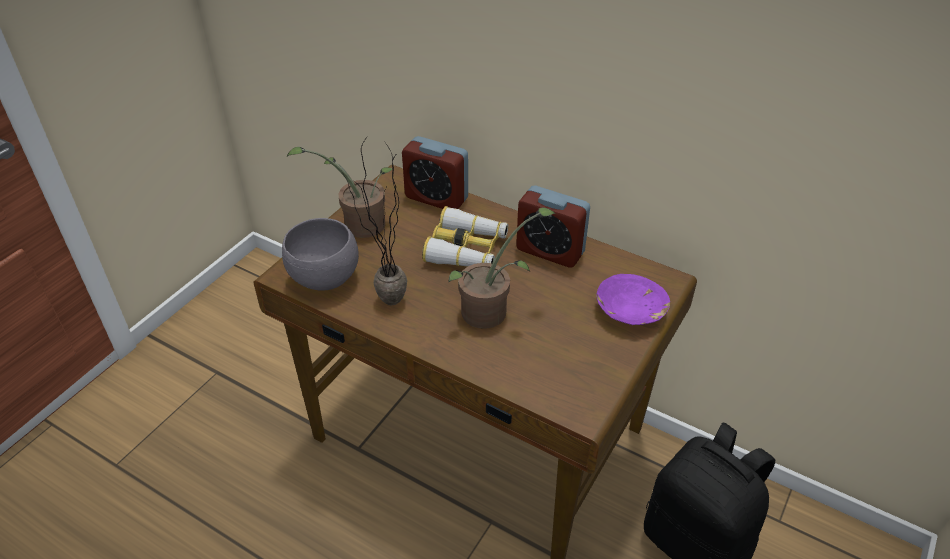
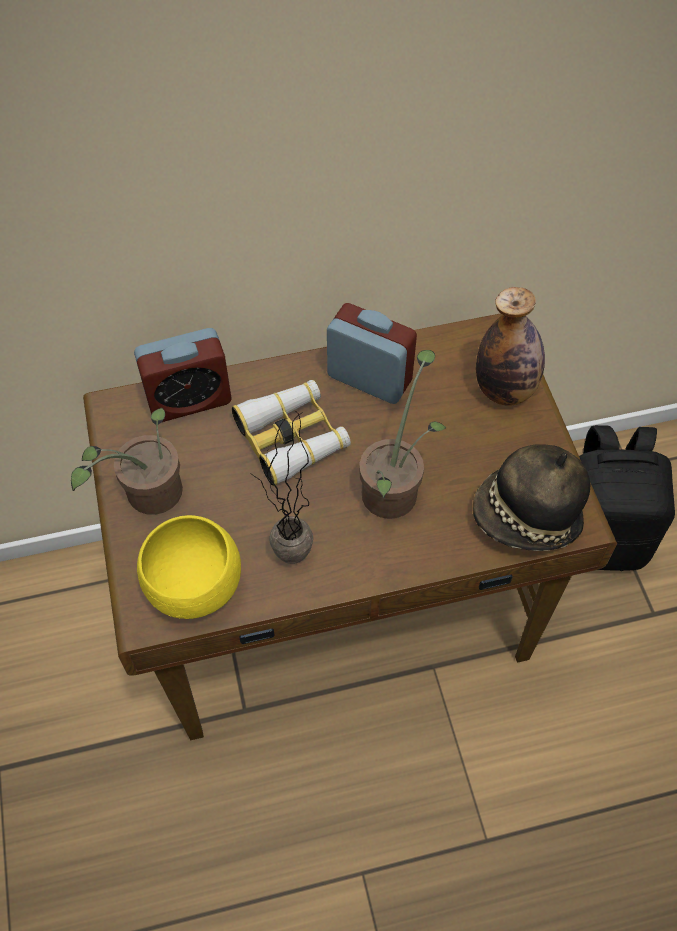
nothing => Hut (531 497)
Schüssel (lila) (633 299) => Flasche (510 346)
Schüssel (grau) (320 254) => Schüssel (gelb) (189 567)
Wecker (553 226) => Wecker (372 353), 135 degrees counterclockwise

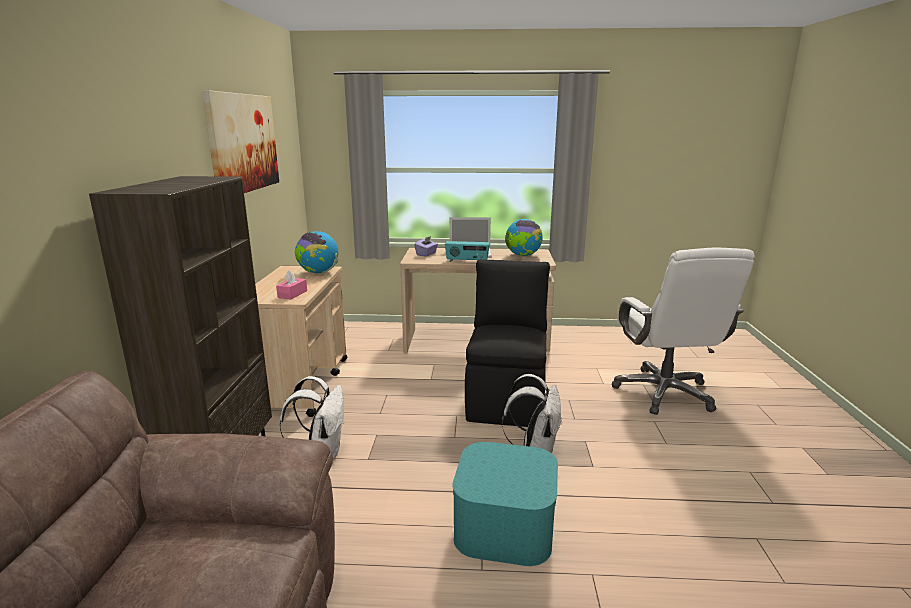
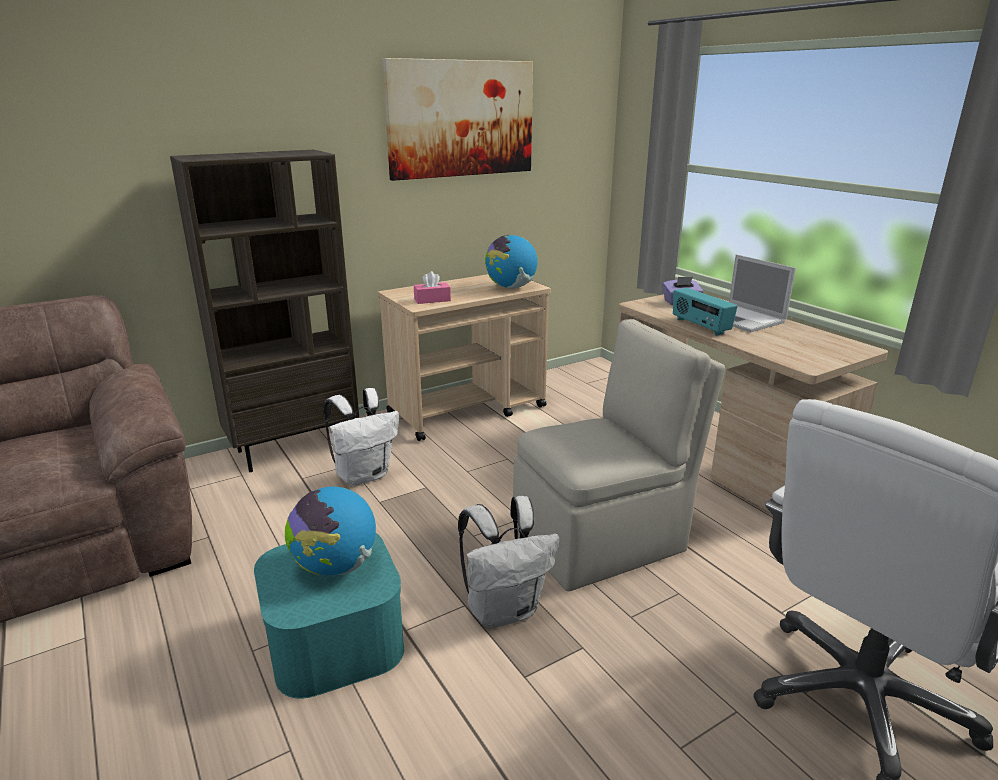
Globus (524 238) => Globus (330 530), relocated
Stuhl (schwarz) (507 343) => Stuhl (beige) (619 455)

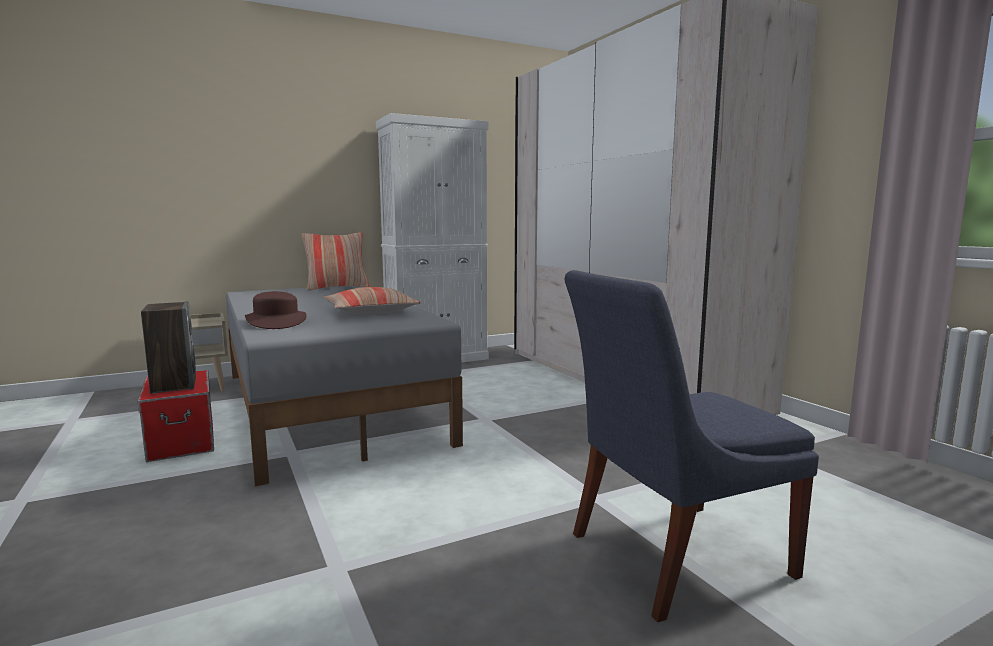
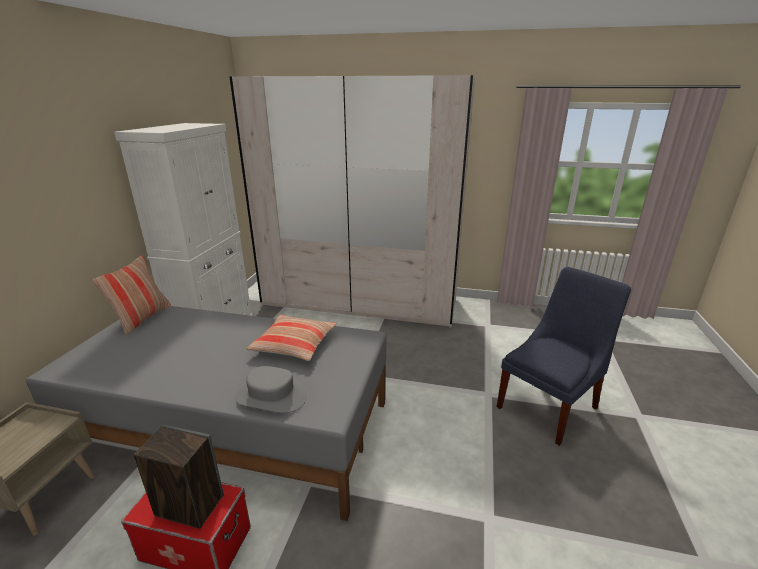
Hut (braun) (276 310) => Hut (grau) (271 389)
Stuhl (blau) (692 446) => Stuhl (blau) (564 356), 150 degrees counterclockwise

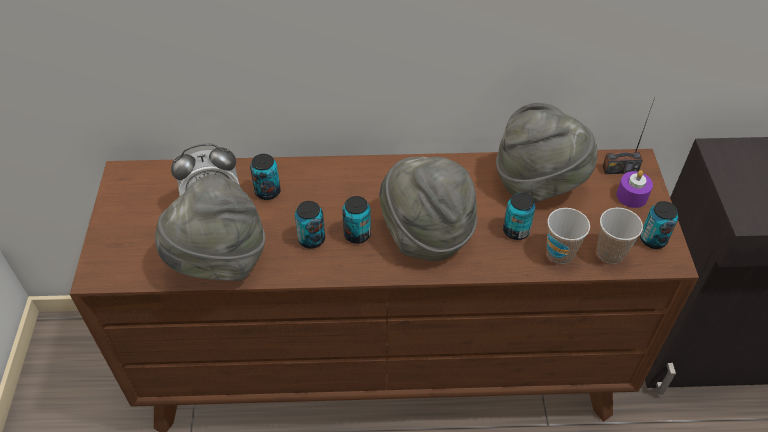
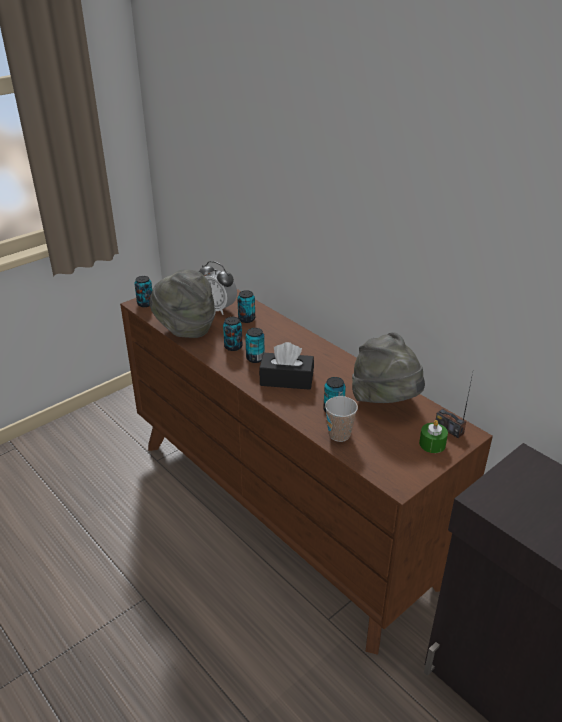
Tasse (620 235) => nothing
Dose (659 225) => Dose (143 291), relocated
Hut (grau) (428 209) => Taschentuchbox (schwarz) (286 366)
Kerze (lila) (634 189) => Kerze (grün) (433 436)

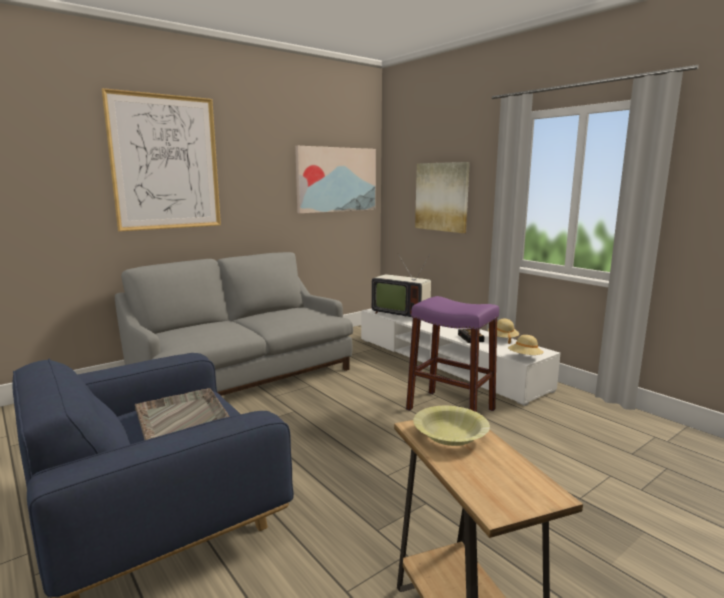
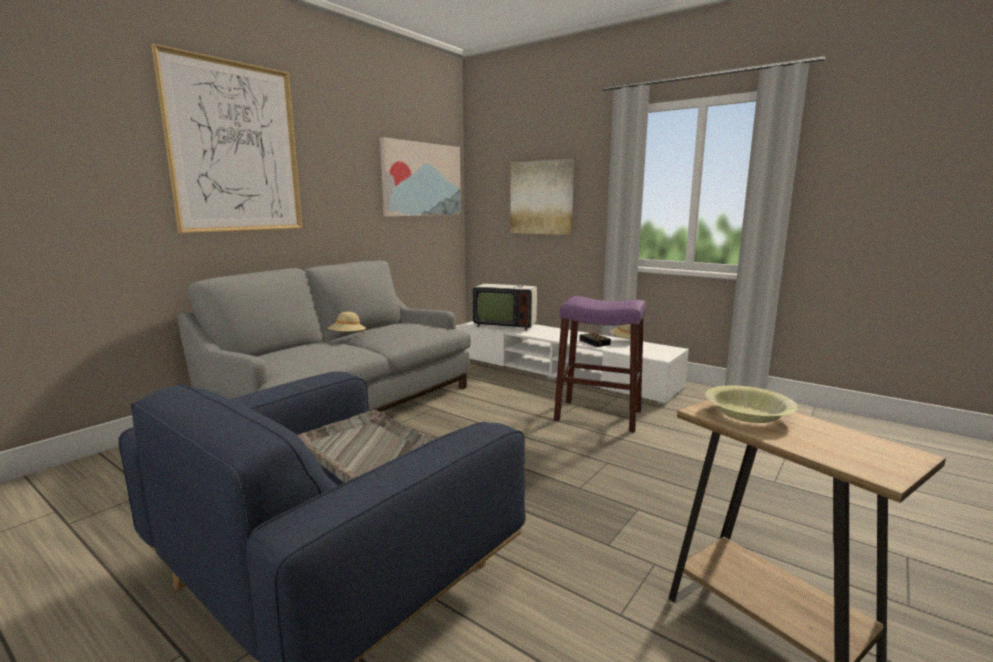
Hut (beige) (526 345) => Hut (beige) (347 323), relocated

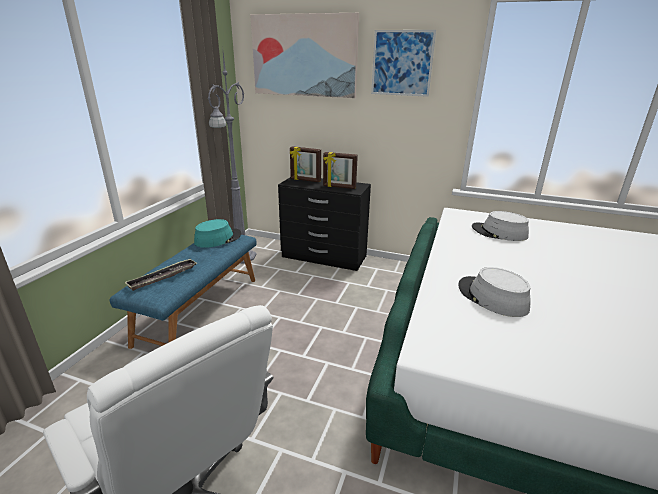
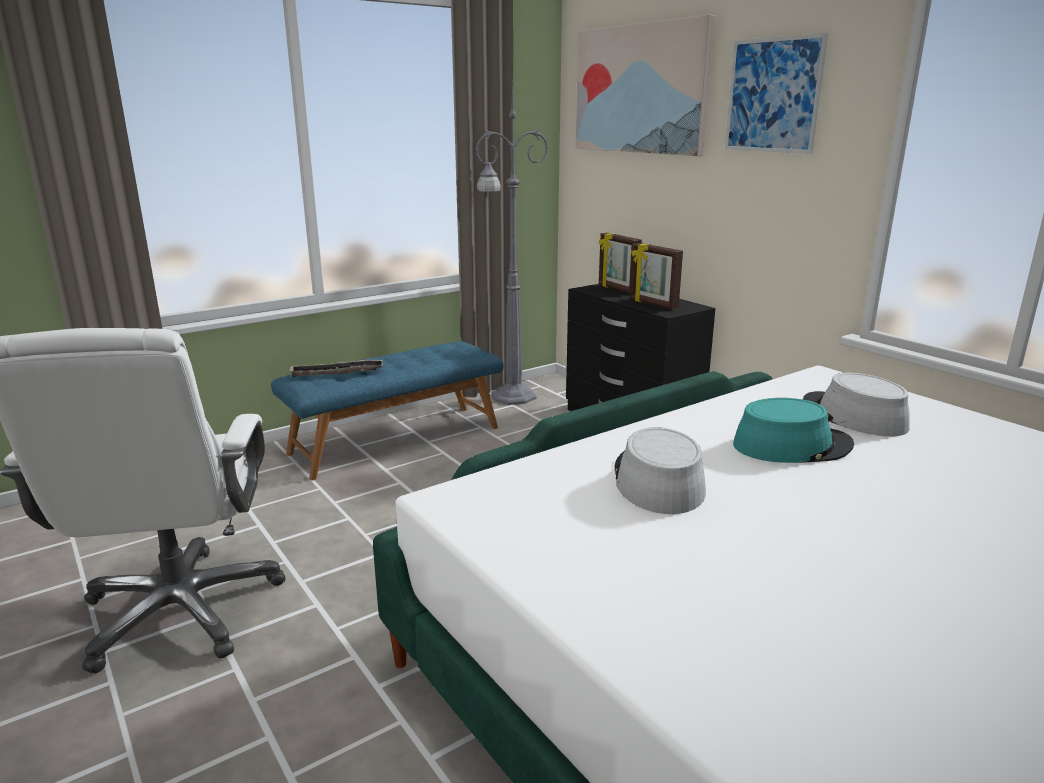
Hut (türkis) (217 233) => Hut (türkis) (793 430), relocated

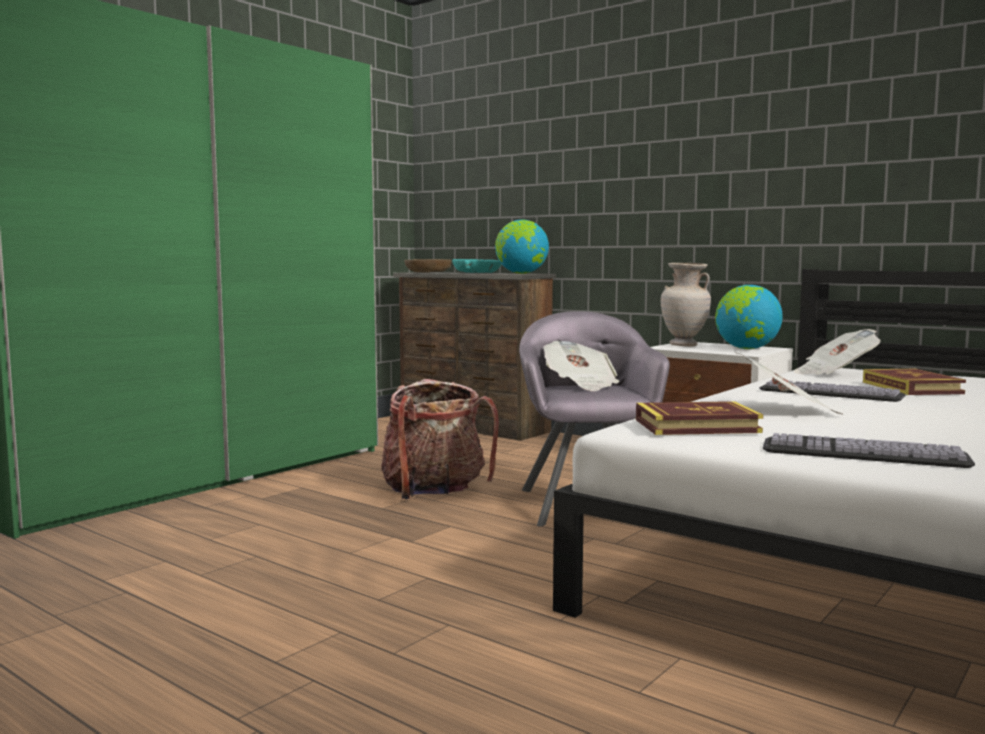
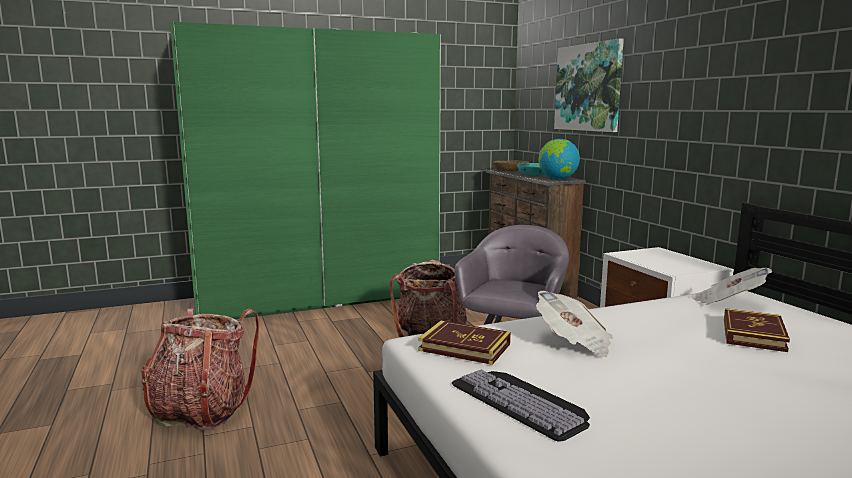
Zeitung (581 366) => nothing
Vase (beige) (686 304) => nothing
Globus (749 317) => nothing
Tastatur (832 391) => nothing
nothing => Rucksack (201 369)
nothing => Bild (589 85)

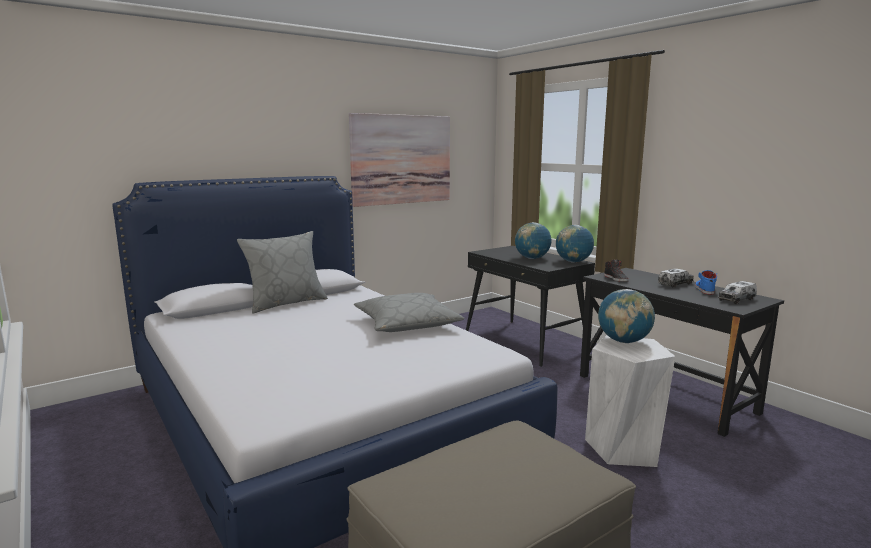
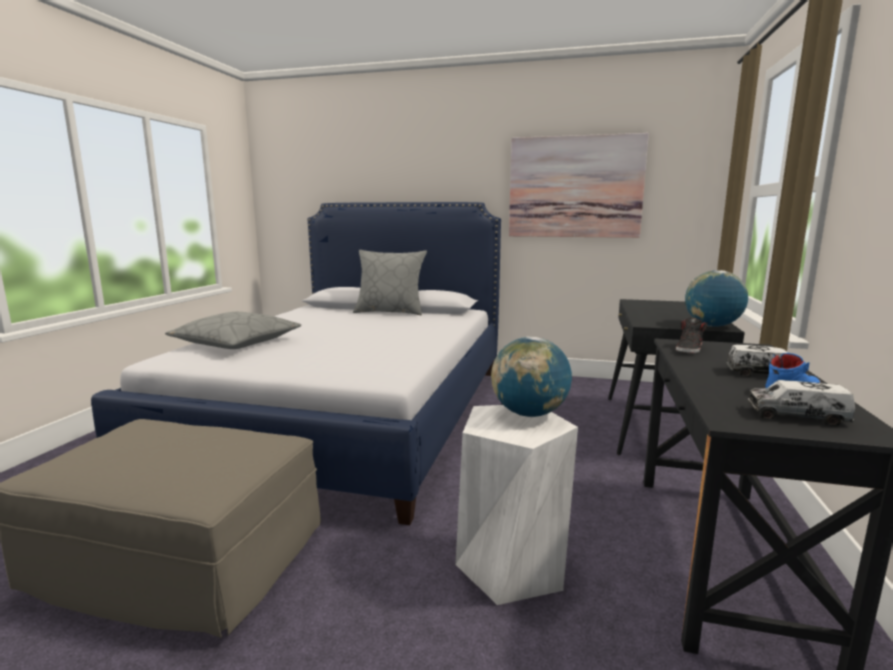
Globus (533 240) => nothing
Kissen (grau) (409 312) => Kissen (grau) (233 330), relocated

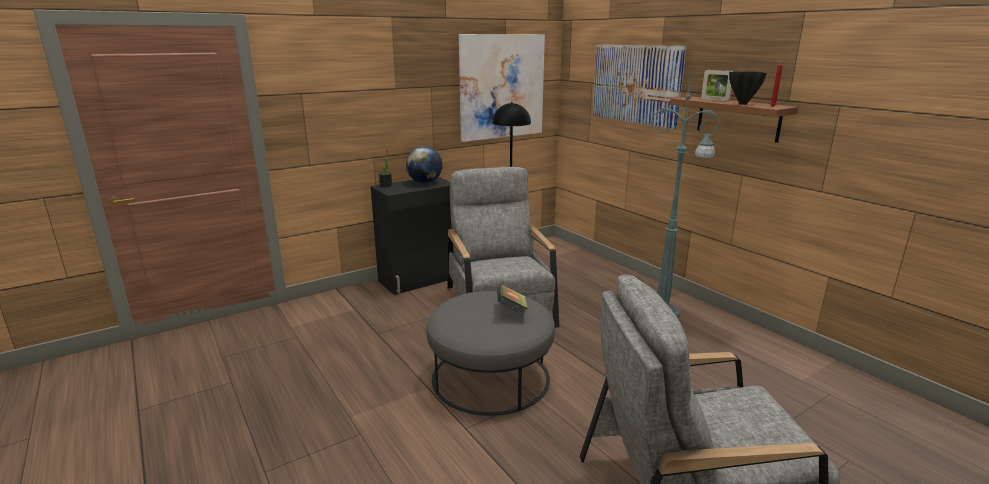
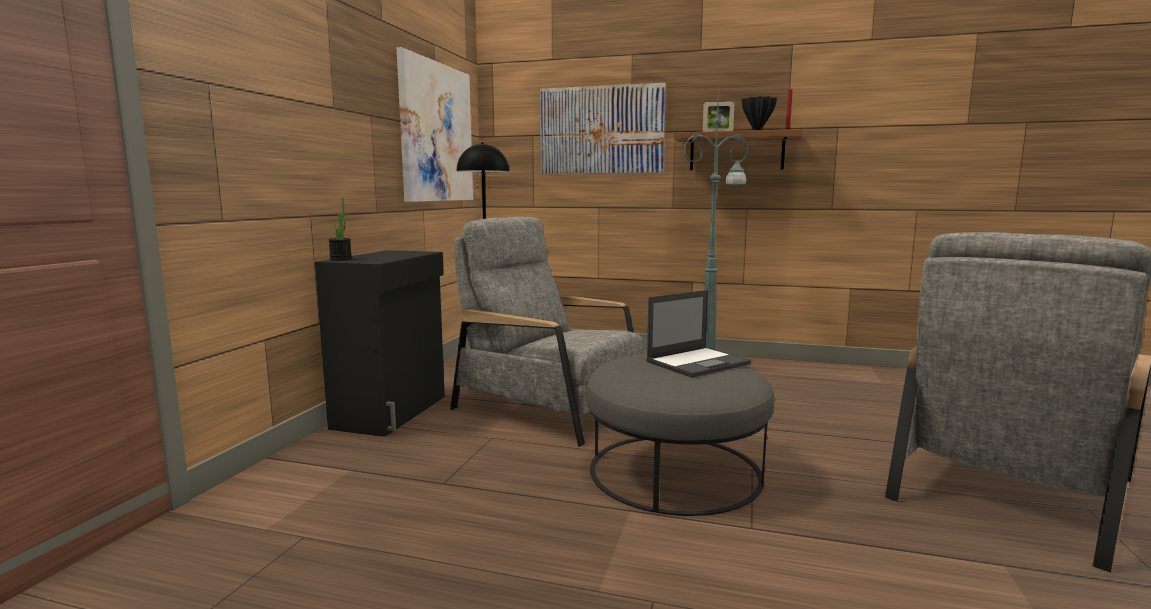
Globus (424 164) => nothing
Buch (512 299) => Laptop (698 334)

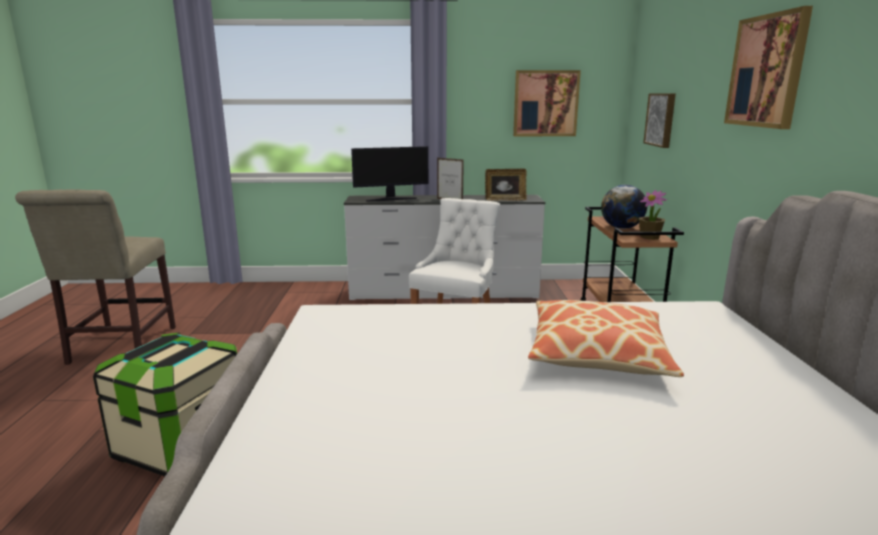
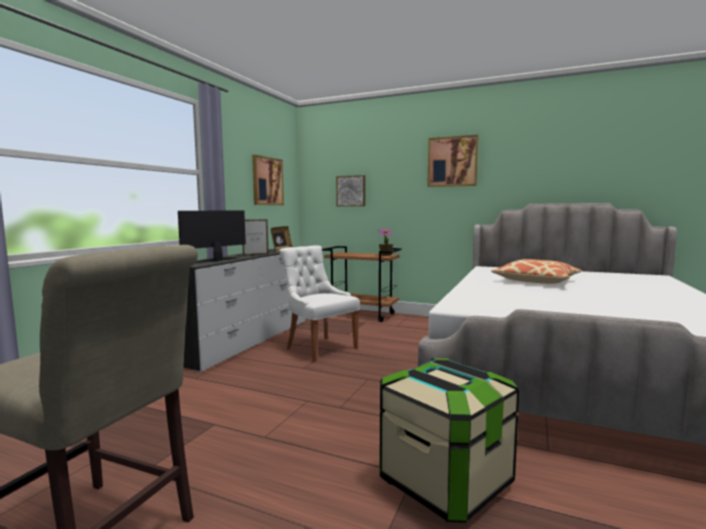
Globus (624 207) => nothing
Monitor (390 173) => Monitor (212 236), 150 degrees counterclockwise

